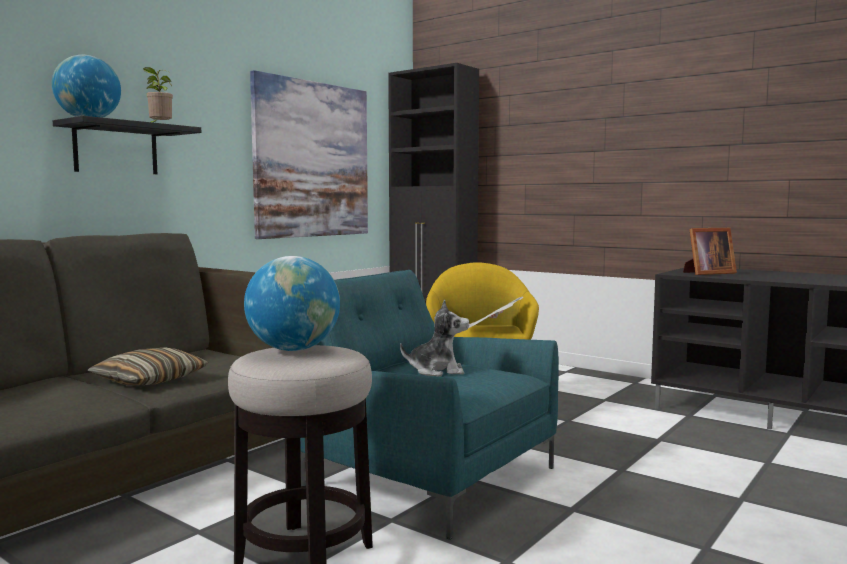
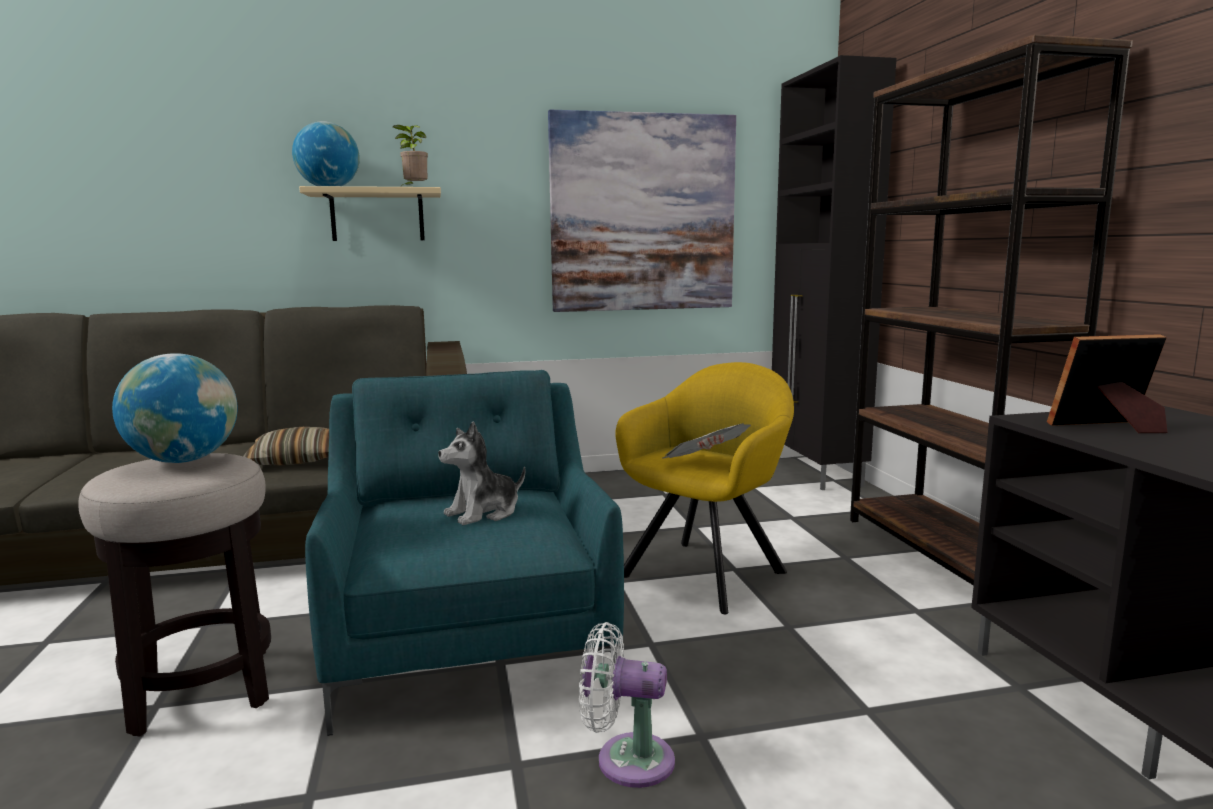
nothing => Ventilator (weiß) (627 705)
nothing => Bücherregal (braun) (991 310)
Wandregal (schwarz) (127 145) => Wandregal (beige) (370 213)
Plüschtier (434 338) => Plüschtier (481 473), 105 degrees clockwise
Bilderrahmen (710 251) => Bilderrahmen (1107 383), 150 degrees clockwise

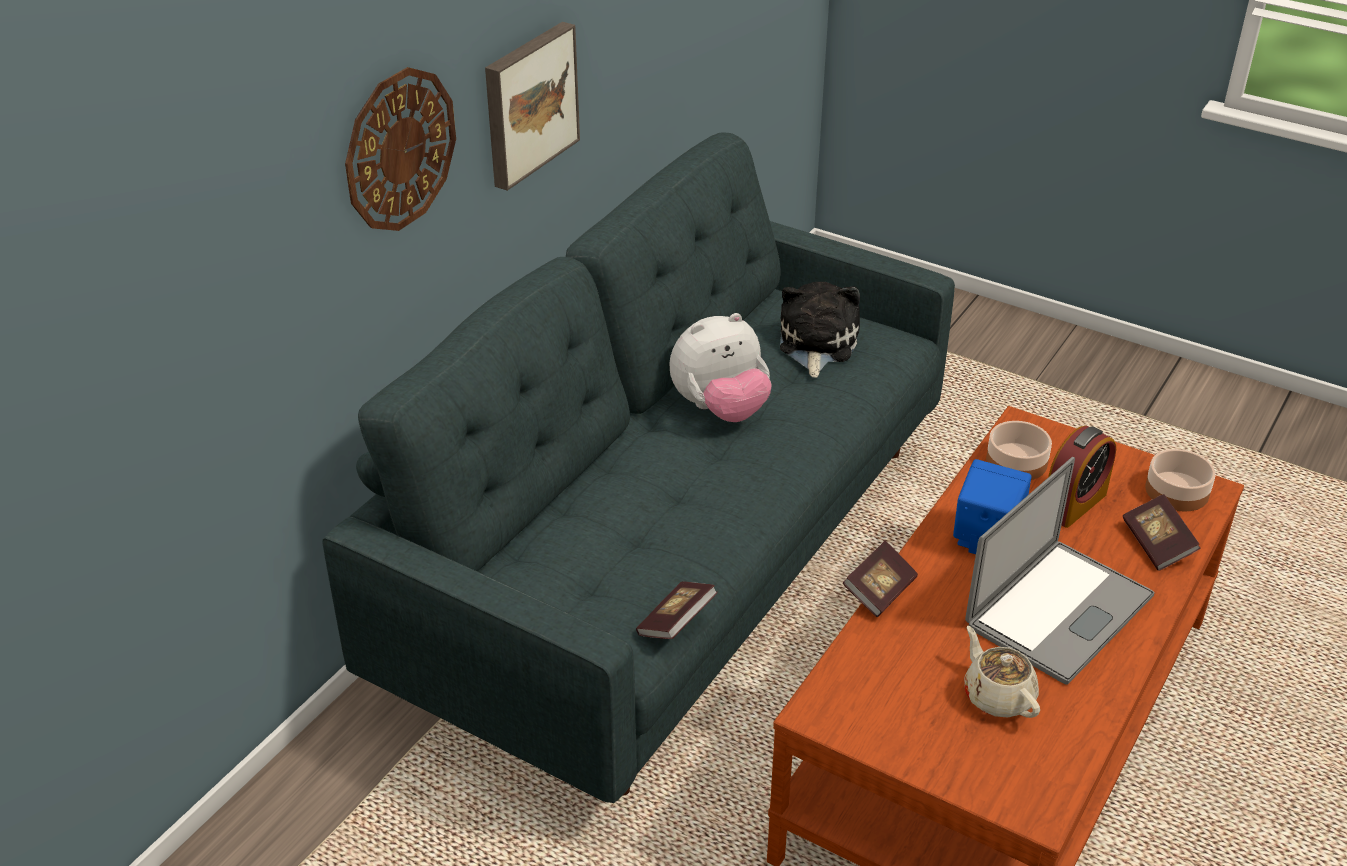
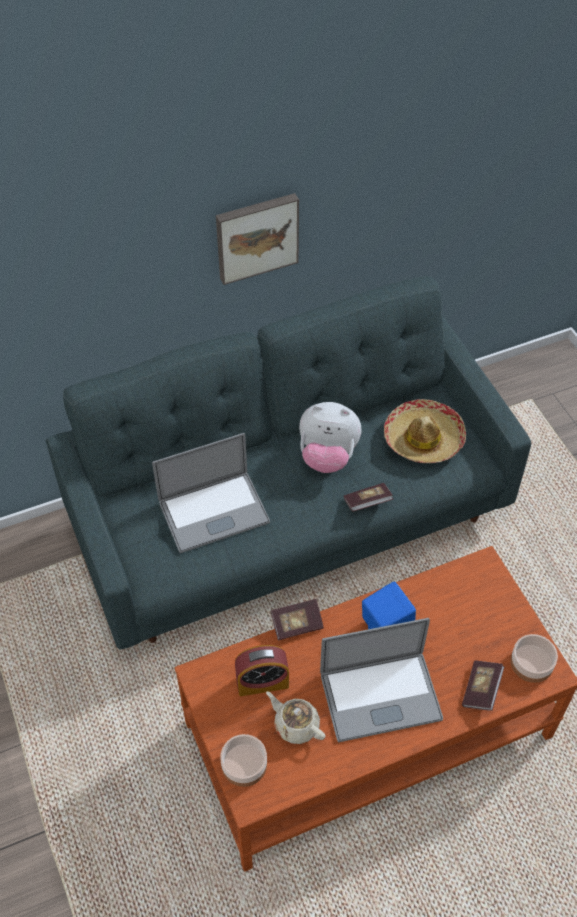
Wanduhr (400 149) => nothing
nothing => Laptop (211 493)
Buch (677 610) => Buch (368 497), relocated
Schüssel (1019 450) => Schüssel (243 760), relocated
Wecker (1082 476) => Wecker (262 670), relocated
Plüschtier (820 330) => Hut (425 431)
Teekanne (beige) (1002 672) => Teekanne (beige) (296 718), 60 degrees counterclockwise

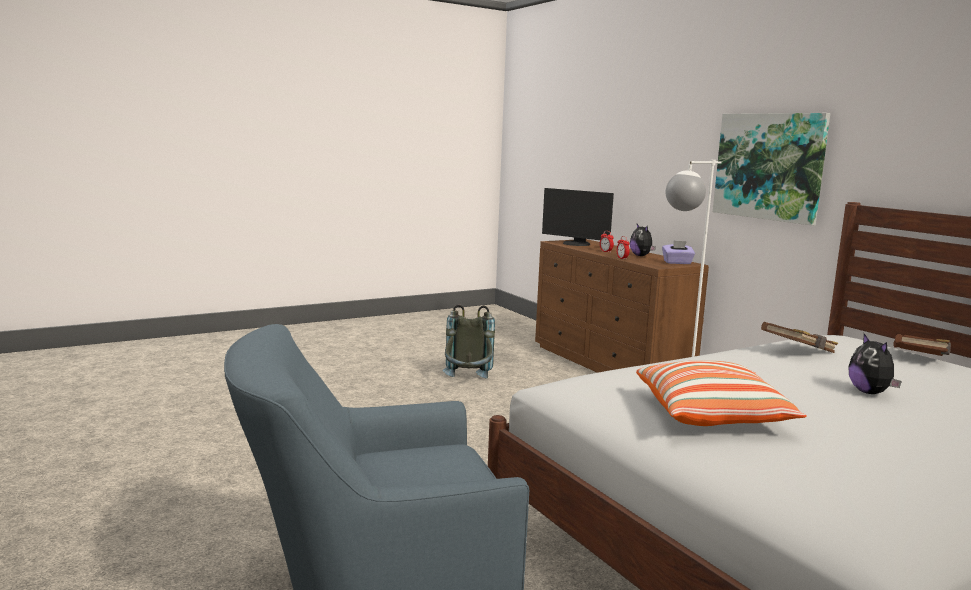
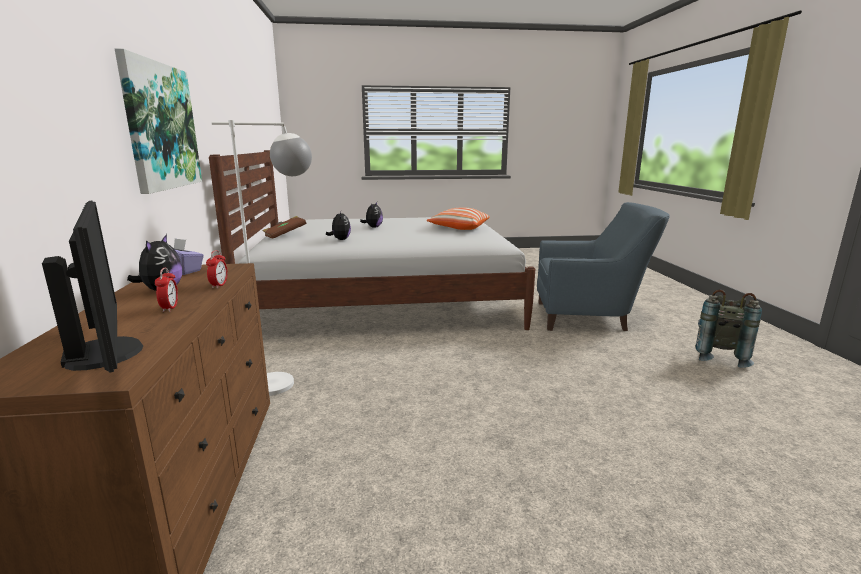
Rucksack (grau) (469 341) => Rucksack (grau) (728 328), relocated
Buch (braun) (799 337) => Plüschtier (338 226)

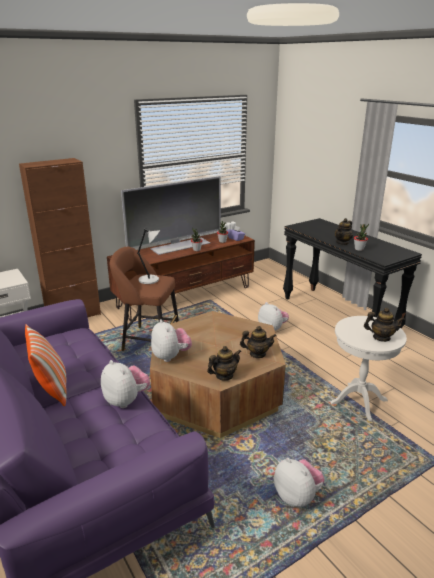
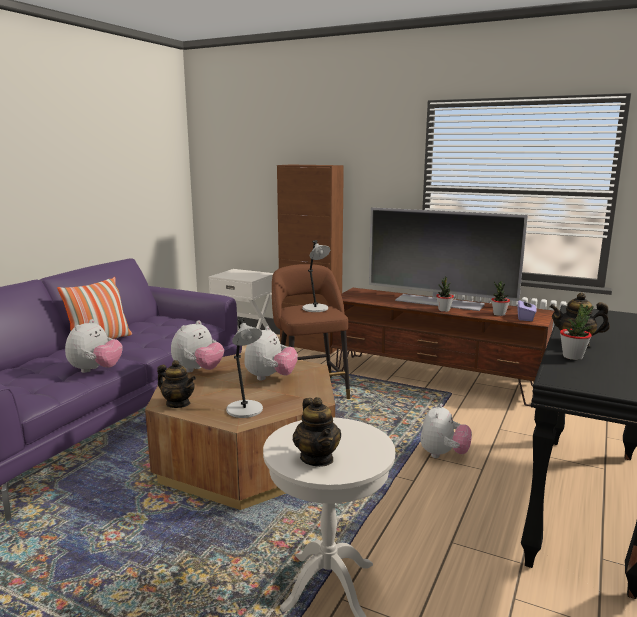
Plüschtier (299 482) => Plüschtier (271 353), relocated
Teekanne (258 342) => Tischlampe (grau) (244 368)

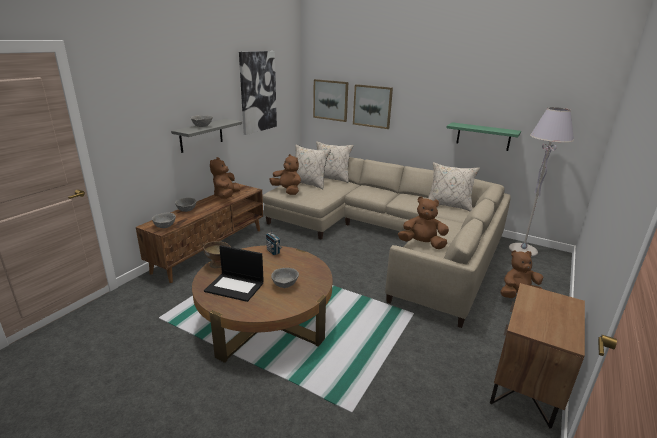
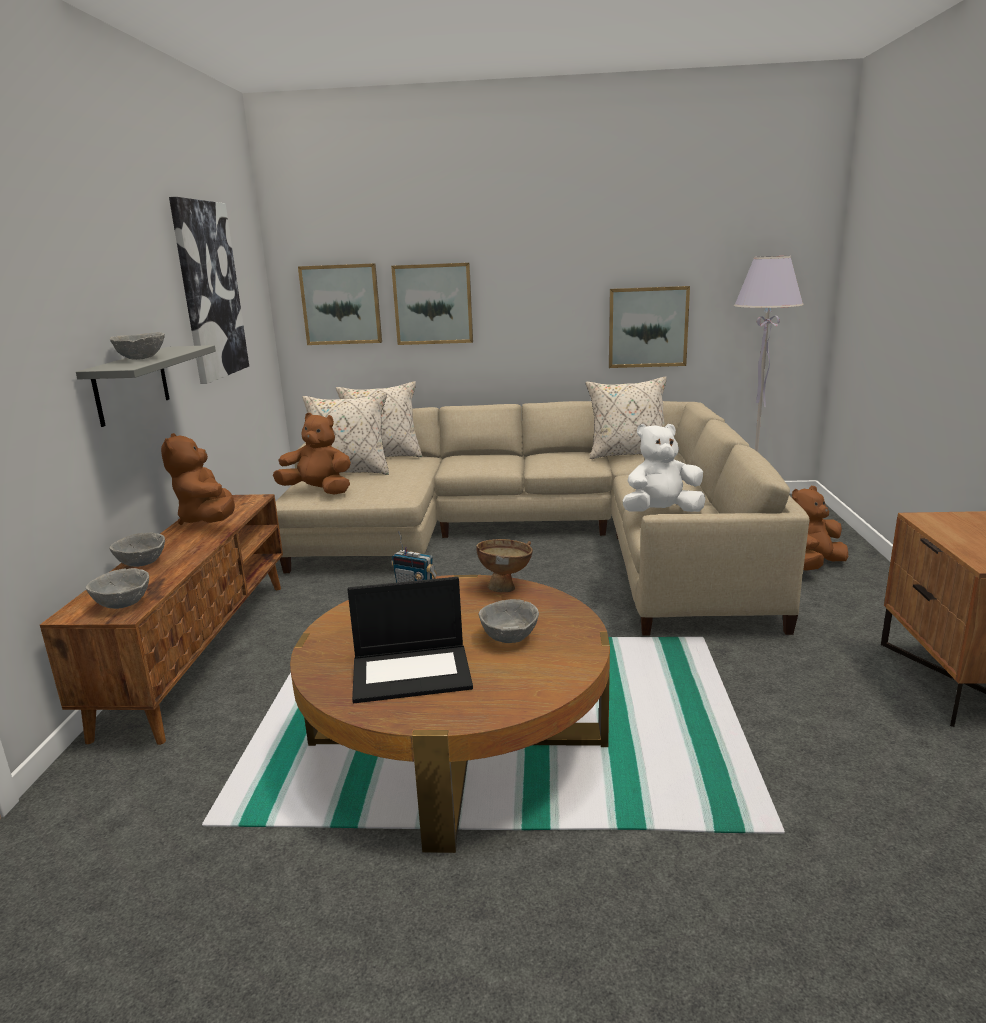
Schüssel (braun) (217 254) => Schüssel (braun) (504 565), relocated
Wandregal (grün) (483 136) => Bild (649 327)
Plüschtier (braun) (423 223) => Plüschtier (weiß) (664 468)

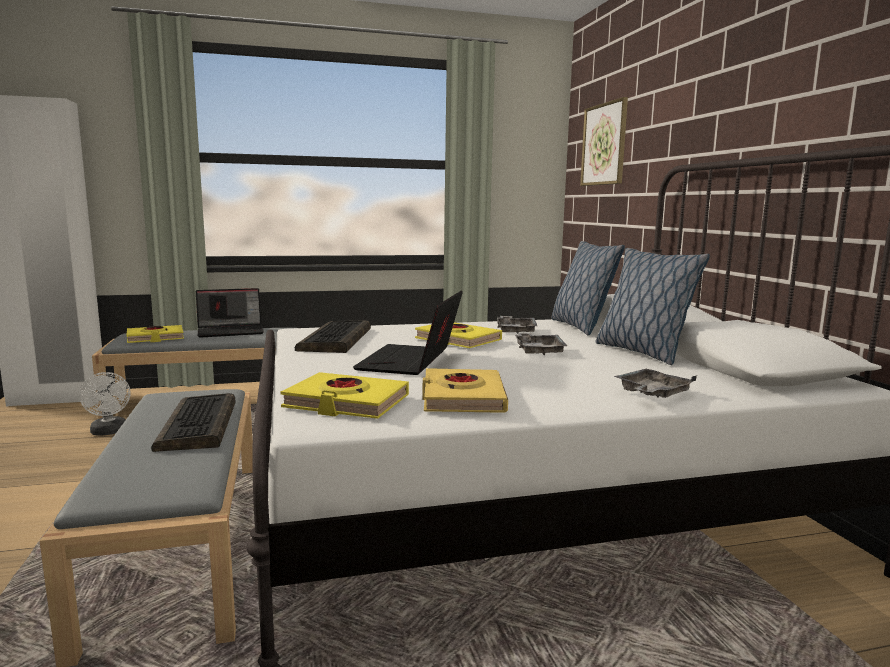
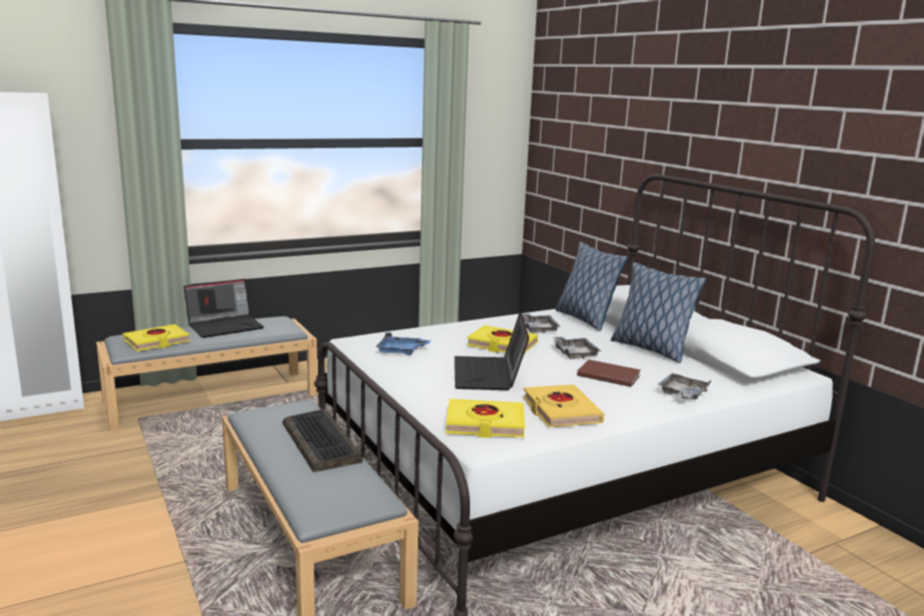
Ventilator (weiß) (105 404) => nothing
Bild (604 141) => nothing
nothing => Buch (braun) (609 373)
Tastatur (333 336) => Tablett (blau) (403 344)

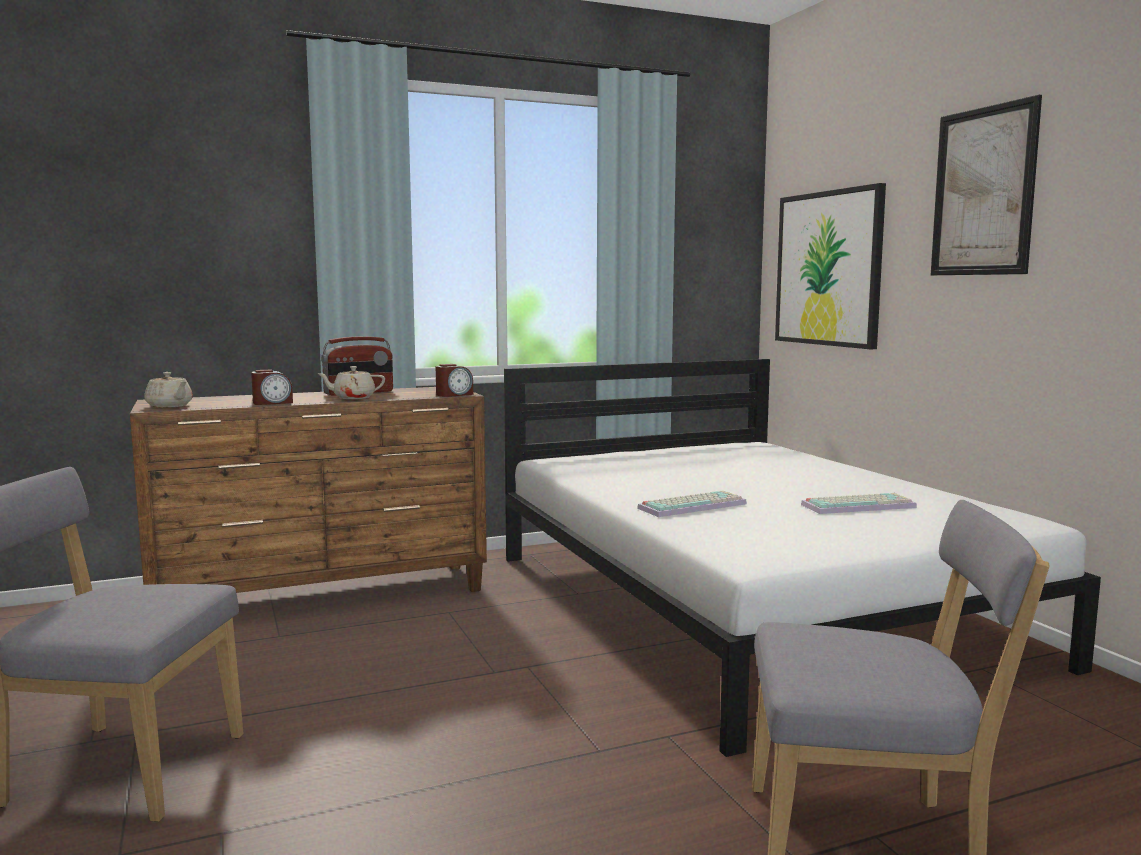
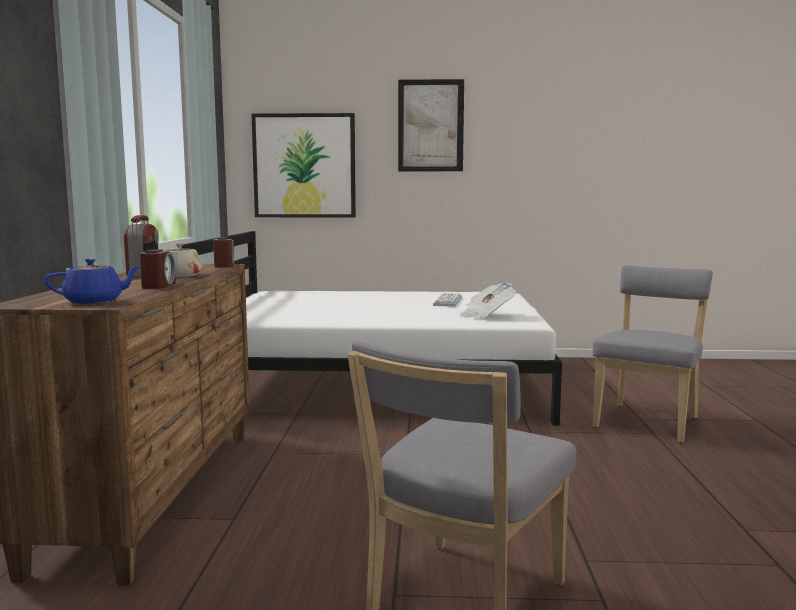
Tastatur (692 504) => nothing
nothing => Zeitung (488 300)
Teekanne (beige) (168 390) => Teekanne (blau) (92 281)

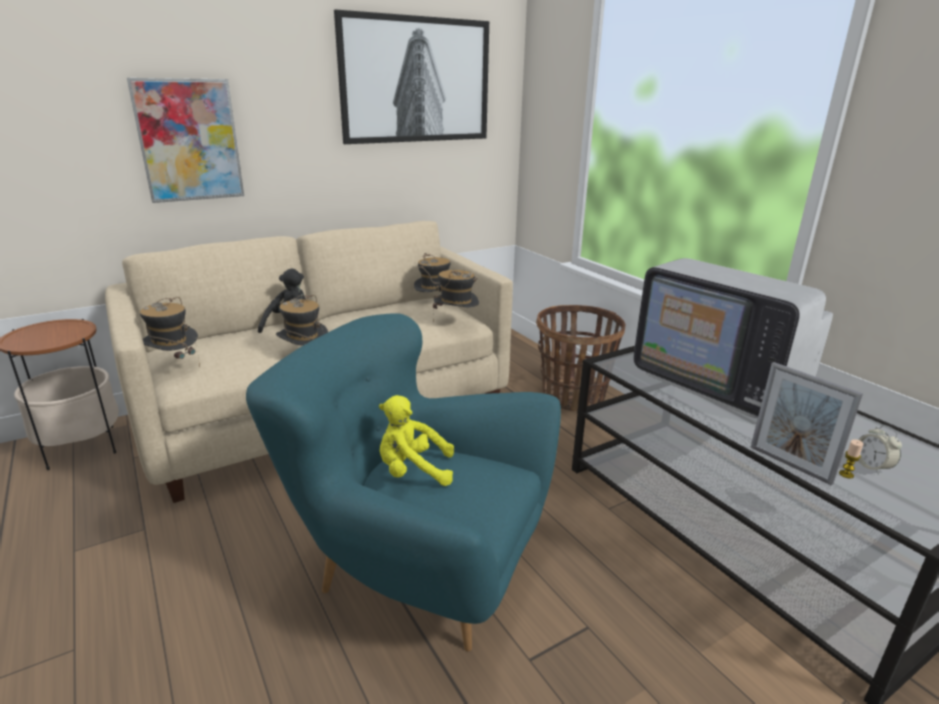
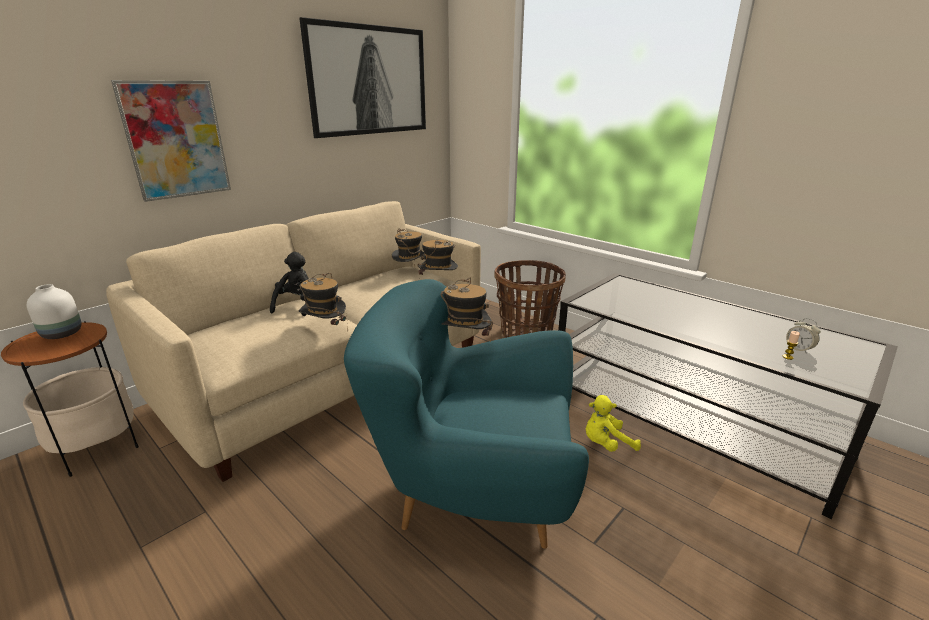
Fernseher (733 338) => nothing
Bilderrahmen (806 423) => nothing
nothing => Vase (weiß) (54 311)
Hut (170 332) => Hut (467 307), relocated
Plüschtier (gelb) (416 440) => Plüschtier (gelb) (613 423), relocated

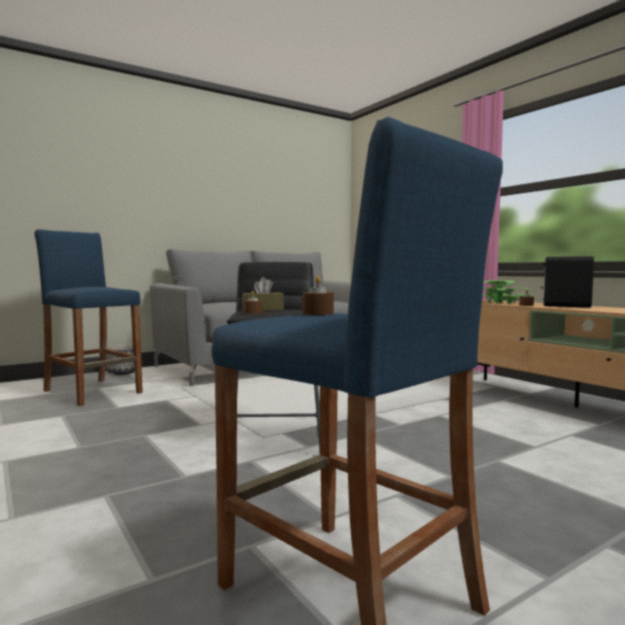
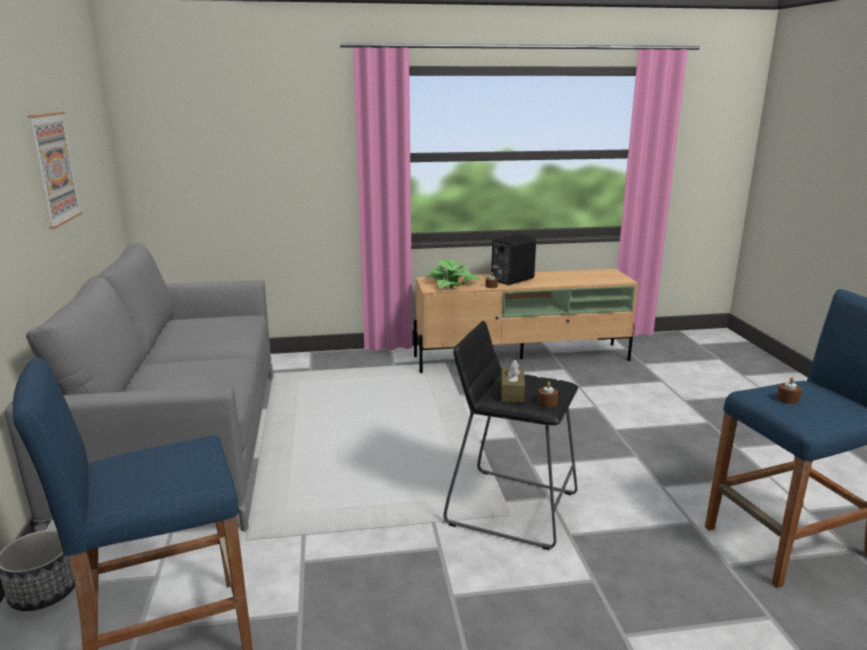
nothing => Bild (55 170)

